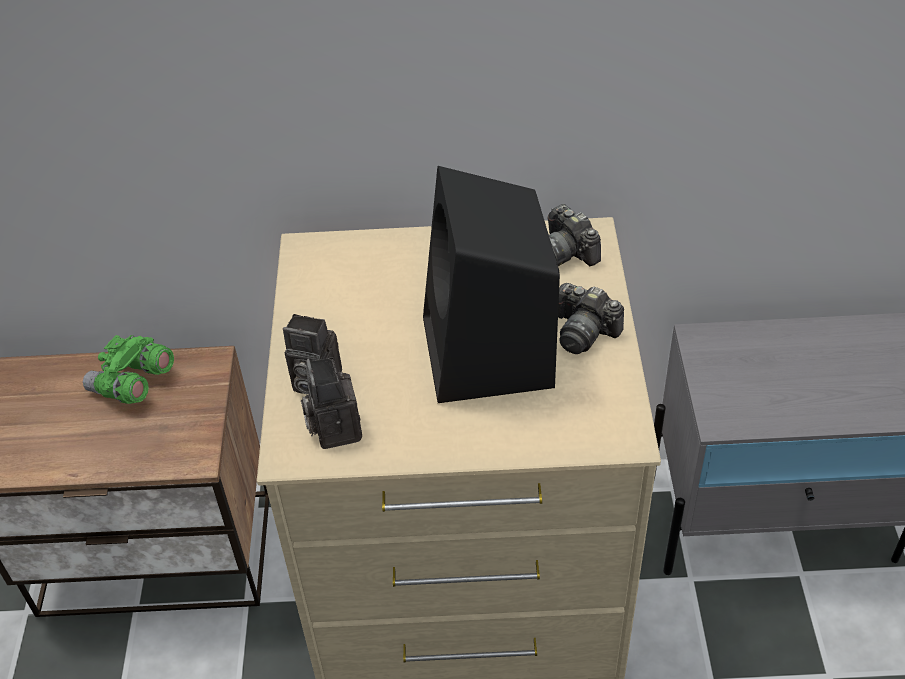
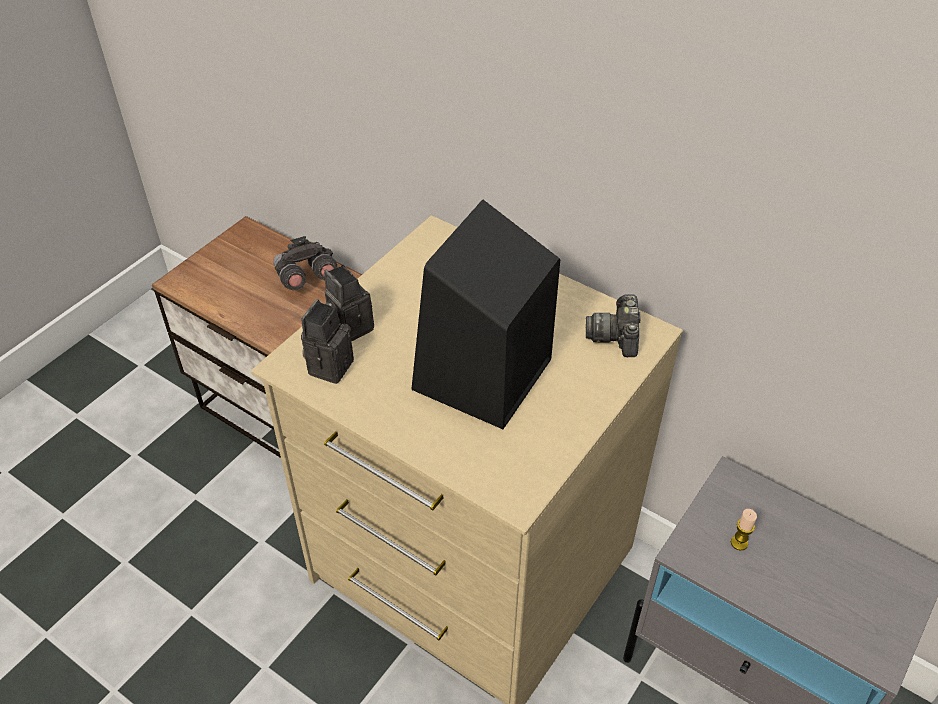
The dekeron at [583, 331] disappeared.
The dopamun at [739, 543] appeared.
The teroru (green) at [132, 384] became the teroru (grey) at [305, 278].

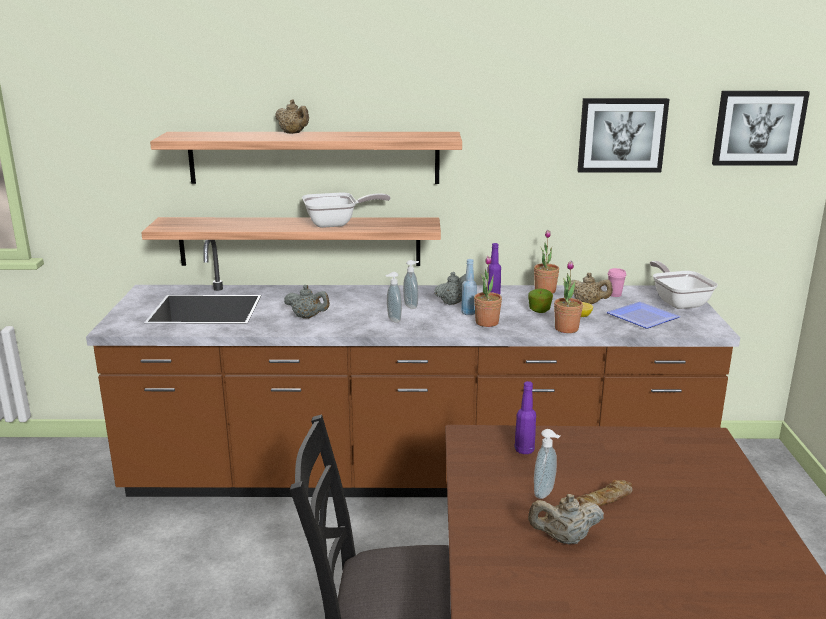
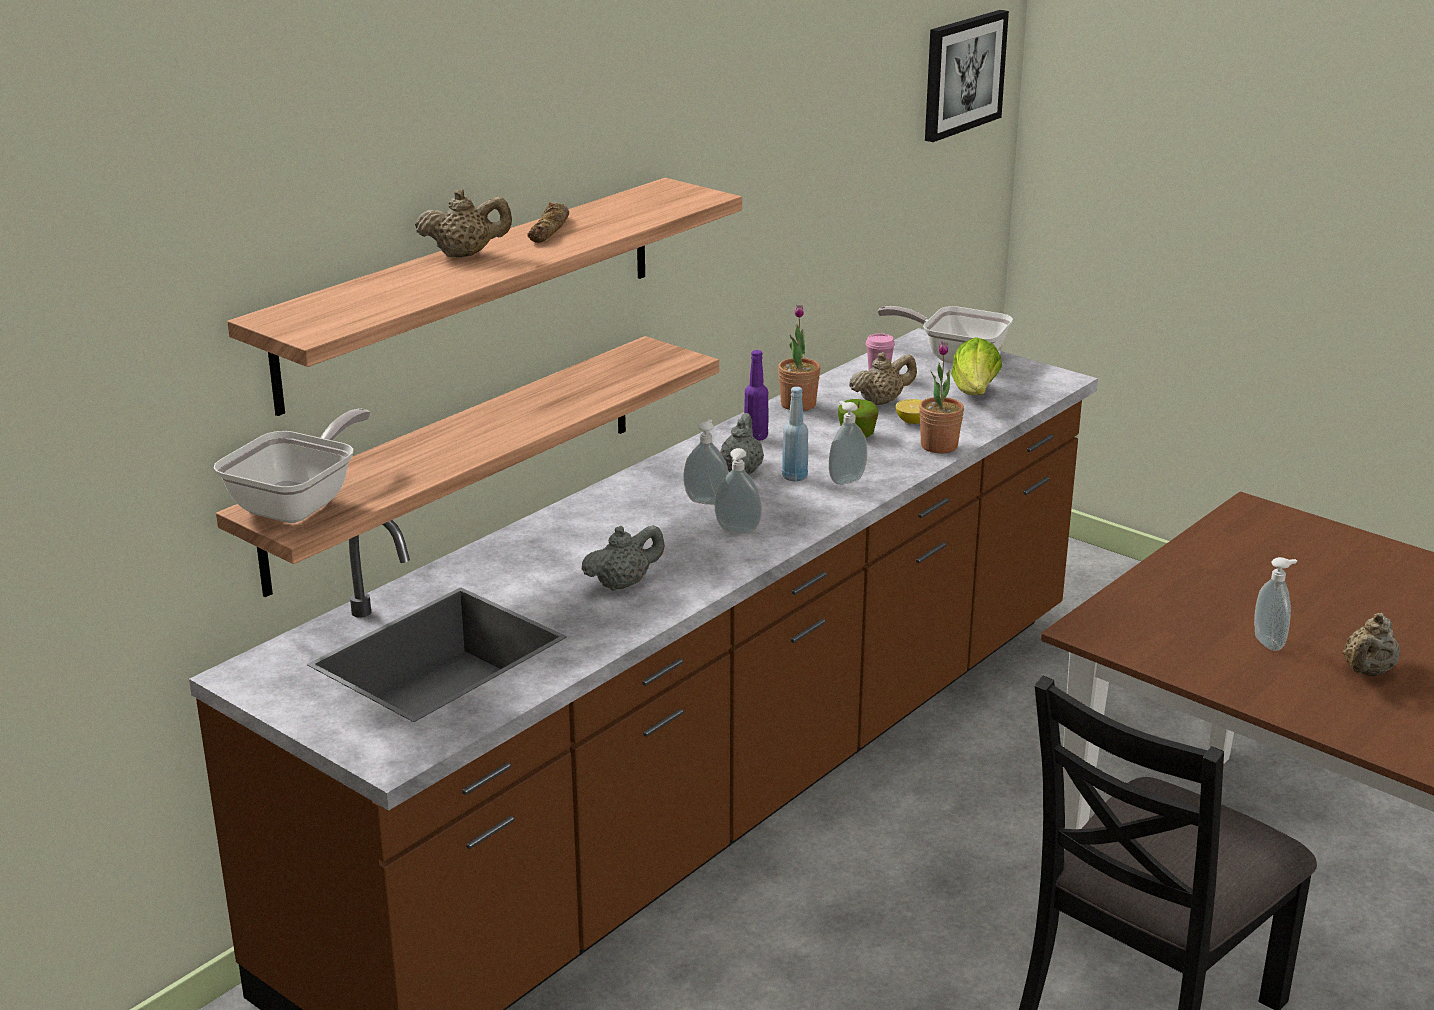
The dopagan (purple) at [524, 450] disappeared.
The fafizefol at [621, 135] disappeared.
The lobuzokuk moved from [336, 224] to [300, 503].
The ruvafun moved from [602, 501] to [550, 230].
The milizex at [487, 322] was replaced by the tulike at [845, 480].
The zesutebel at [645, 318] was replaced by the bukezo at [975, 394].

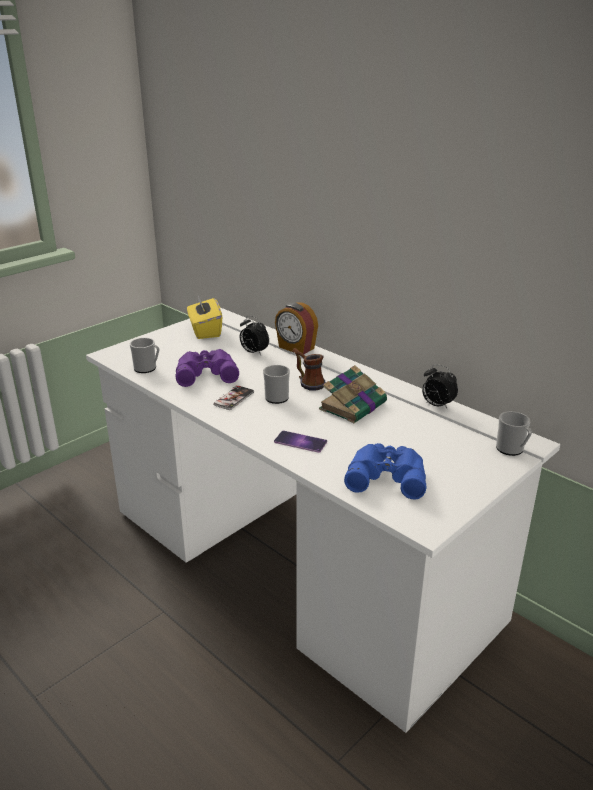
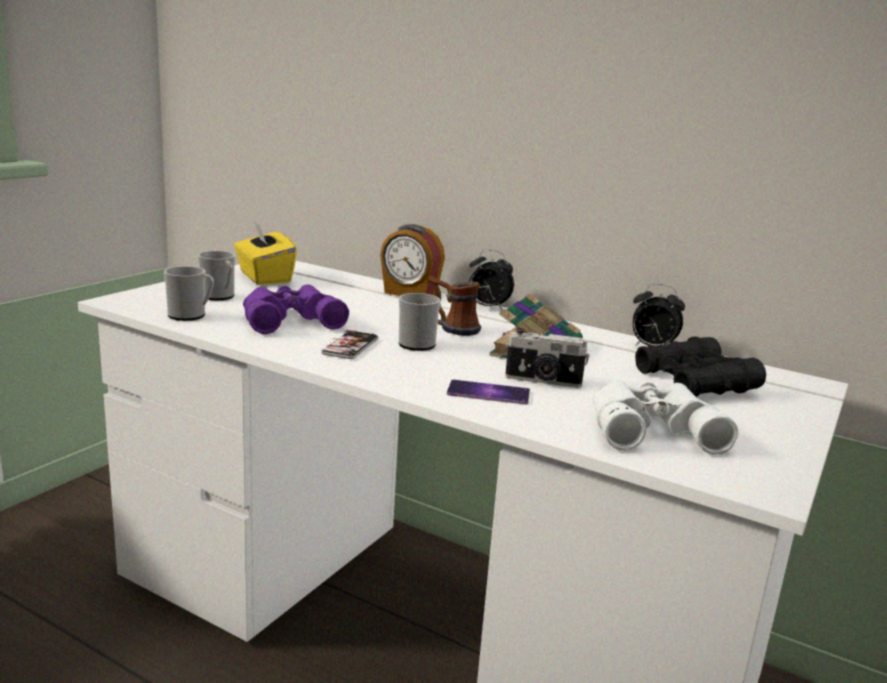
The dekeron at [543, 381] appeared.
The teroru (black) at [694, 382] appeared.
The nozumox moved from [253, 352] to [487, 308].
The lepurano moved from [512, 450] to [219, 296].
The teroru (blue) at [386, 475] became the teroru (white) at [650, 427].

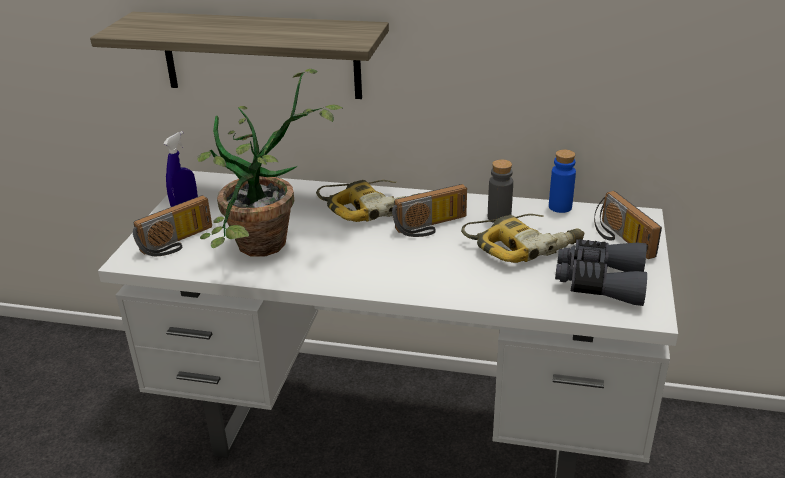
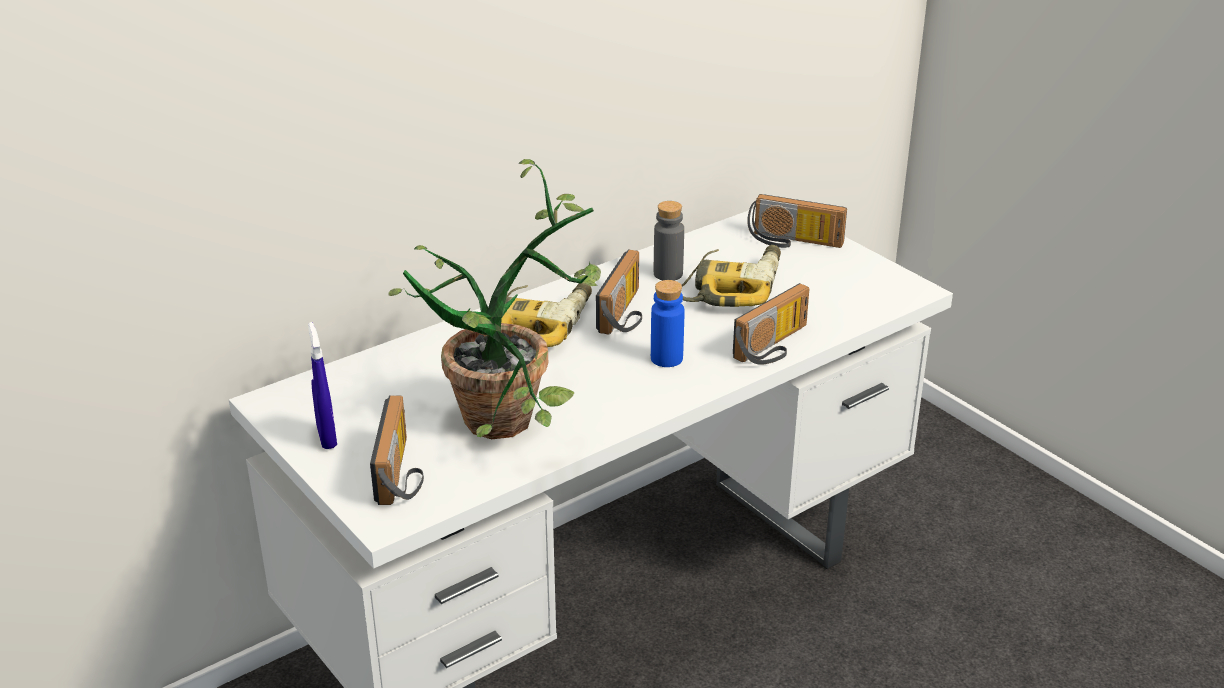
The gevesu at [260, 55] disappeared.
The teroru (grey) at [600, 282] disappeared.
The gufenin at [775, 347] appeared.
The dopagan (blue) moved from [560, 207] to [666, 358].

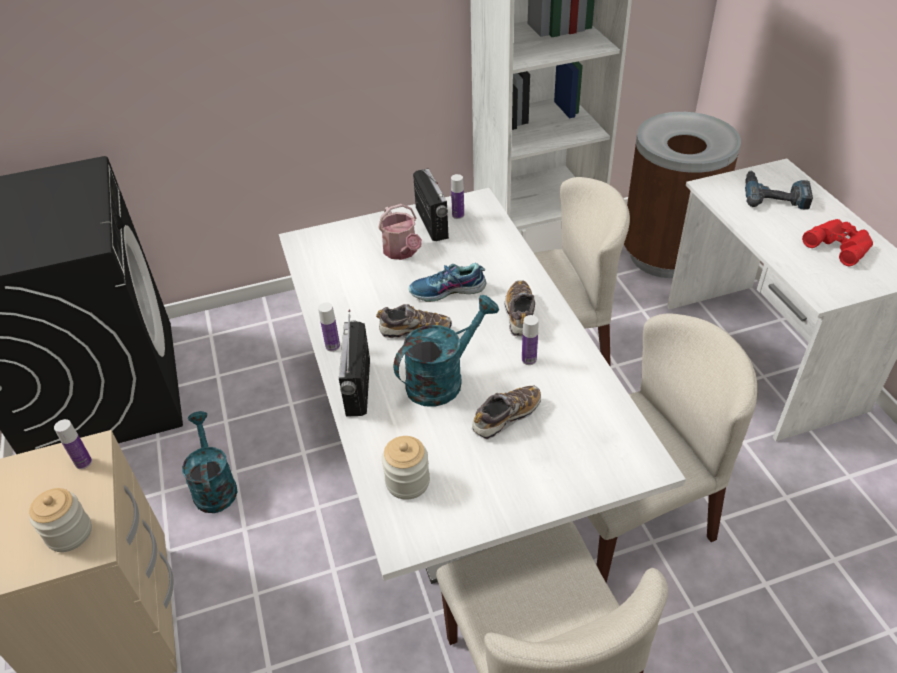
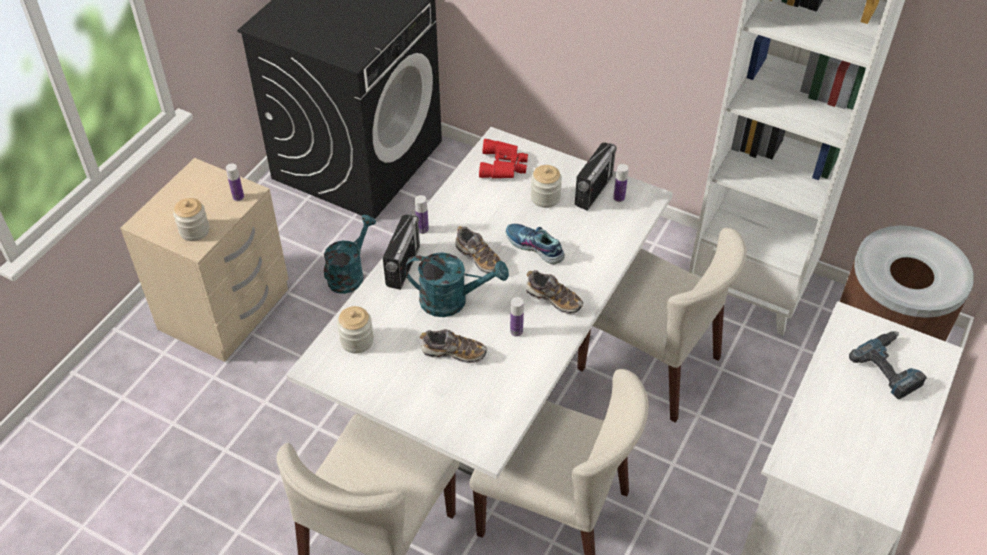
The teroru (red) moved from [839, 245] to [504, 165].
The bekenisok at [402, 252] was replaced by the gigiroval at [545, 197].
The gufenin at [358, 387] turned 150 degrees clockwise.
The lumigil at [519, 315] turned 75 degrees clockwise.

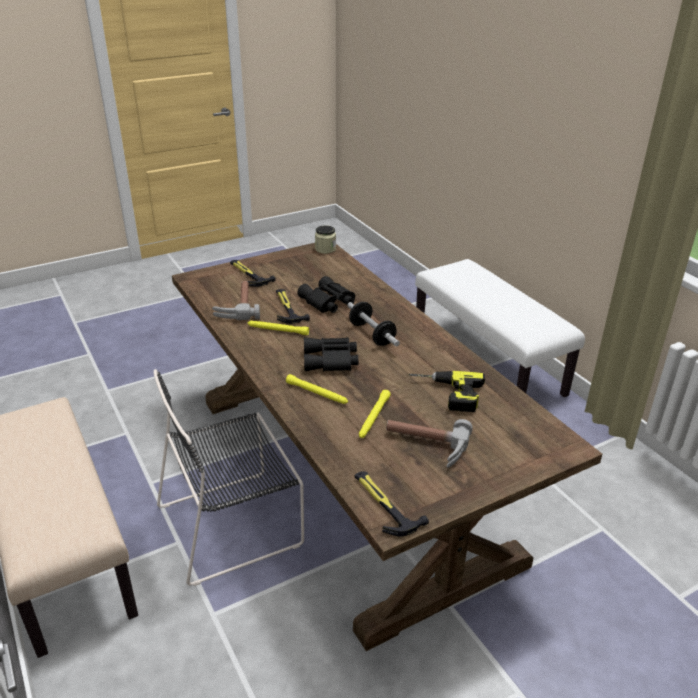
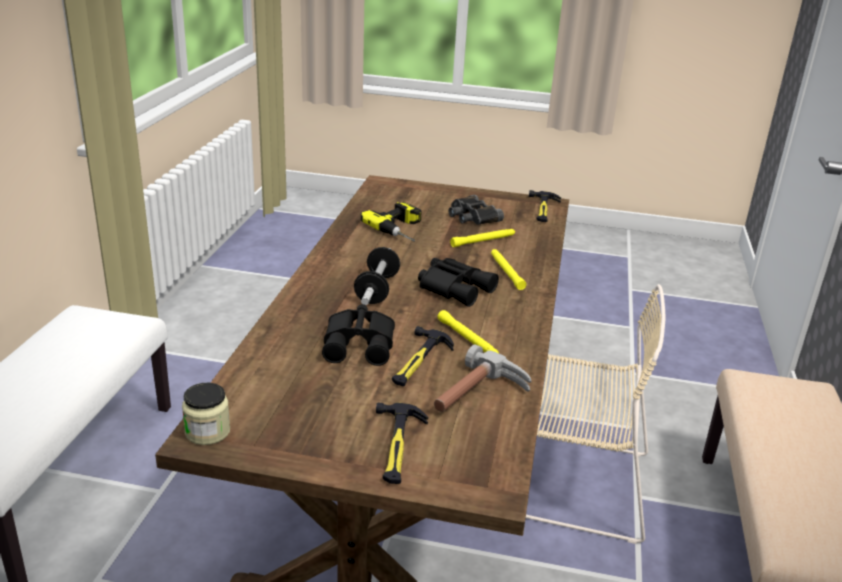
The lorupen at [425, 446] was replaced by the teroru (black) at [472, 216].
The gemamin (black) at [234, 523] became the gemamin (beige) at [568, 481].

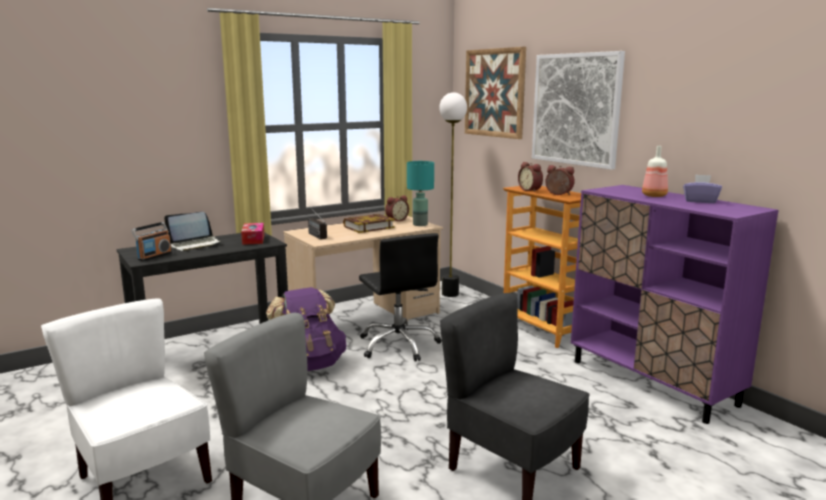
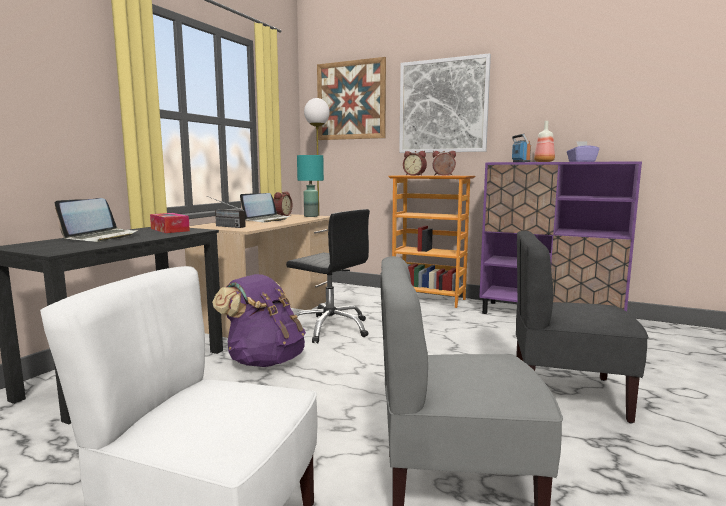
The gufenin moved from [154, 256] to [520, 162].
The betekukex at [368, 227] was replaced by the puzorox at [267, 220].

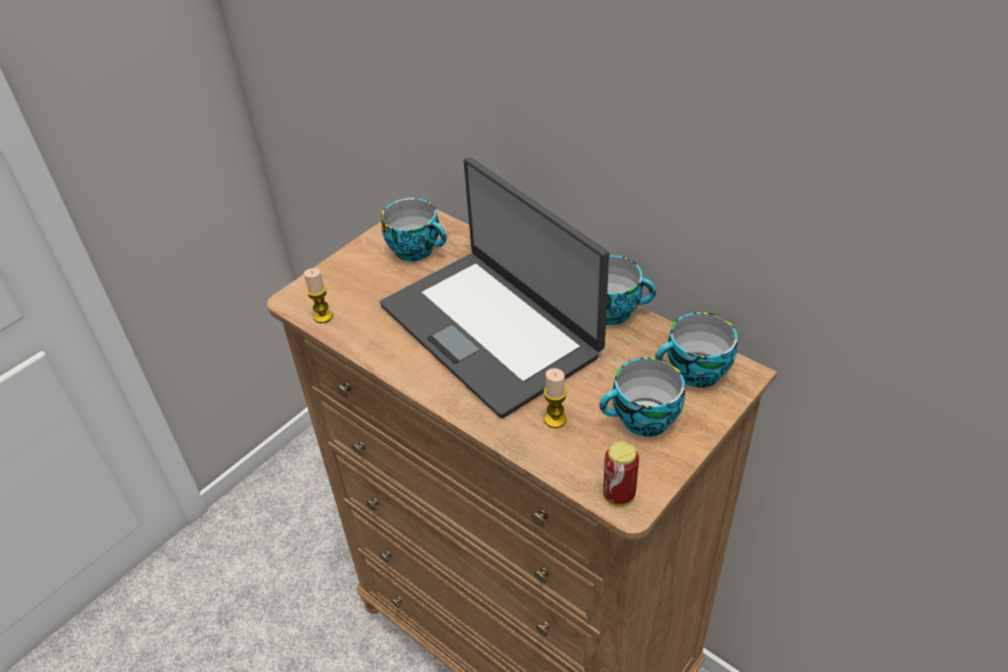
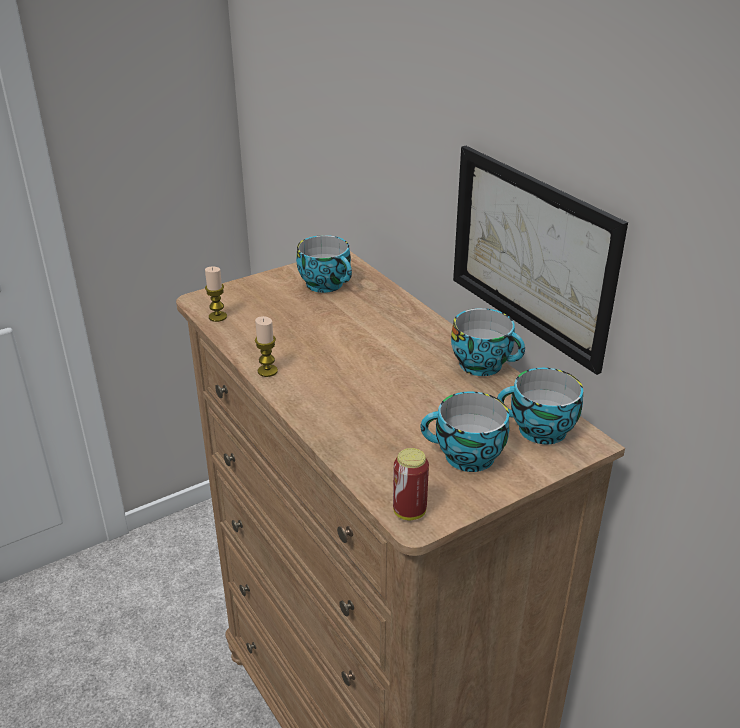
The puzorox at [491, 329] disappeared.
The fafizefol at [531, 254] appeared.
The dopamun moved from [555, 419] to [267, 371].

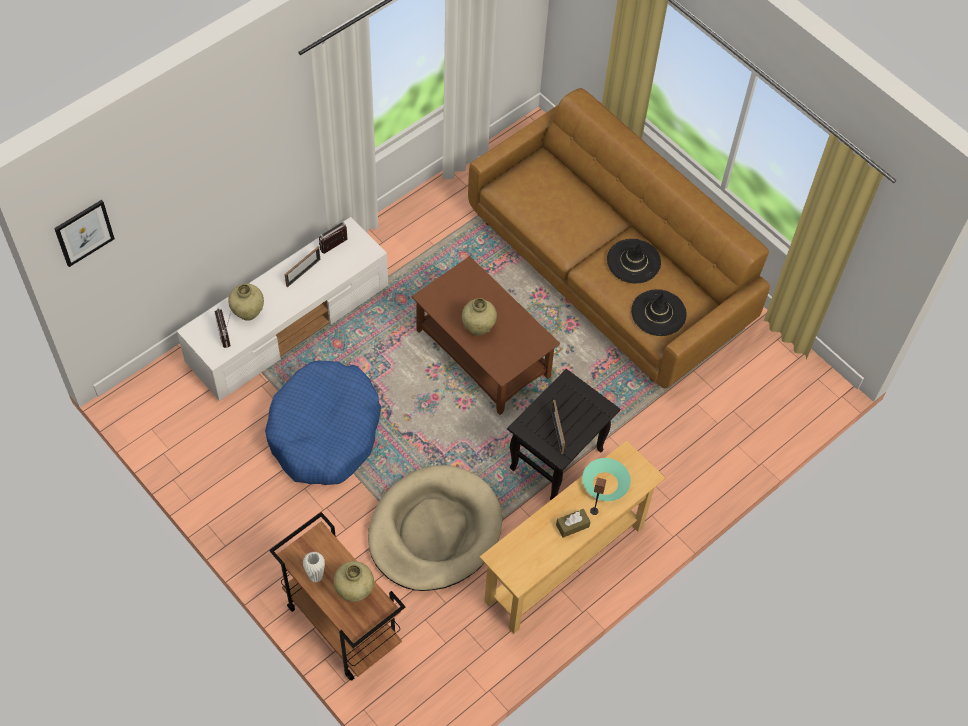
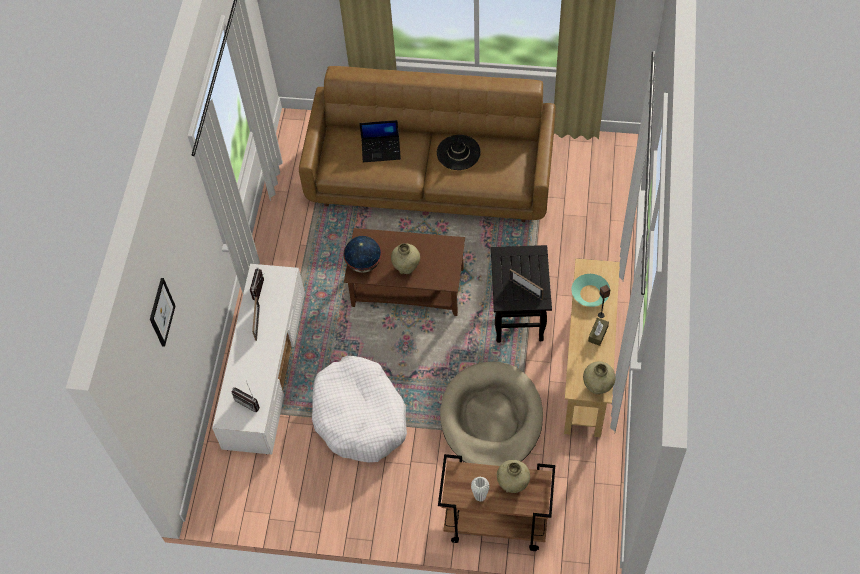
The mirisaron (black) at [658, 313] disappeared.
The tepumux at [363, 264] appeared.
The puzorox at [381, 149] appeared.
The fafizefol moved from [84, 232] to [161, 312].
The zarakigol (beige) moved from [248, 313] to [597, 386].
The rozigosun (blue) at [324, 431] became the rozigosun (white) at [360, 416].

